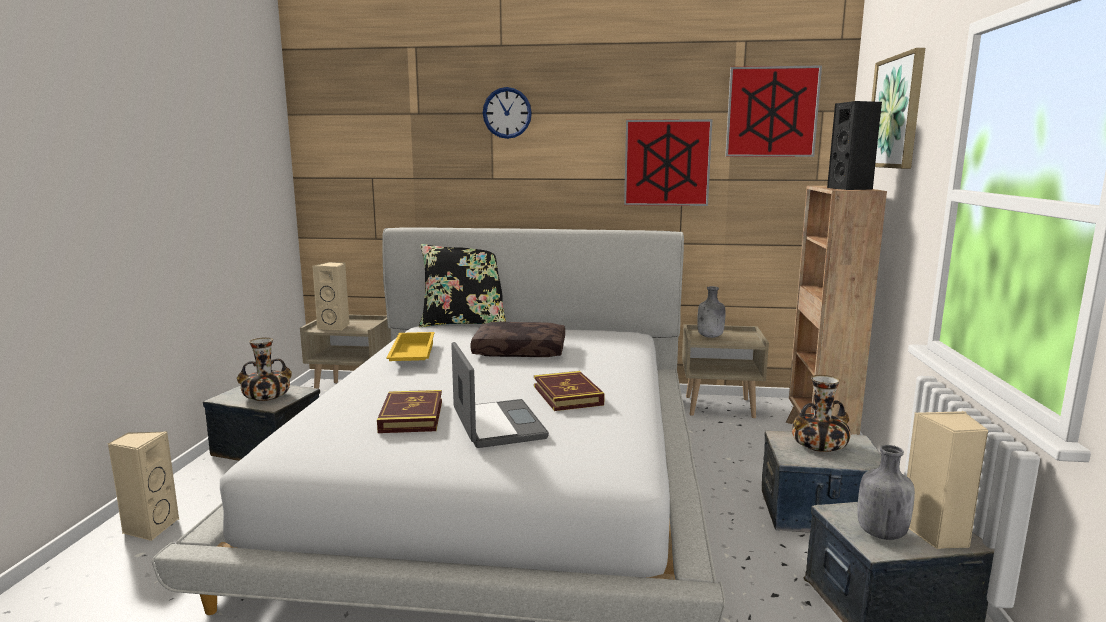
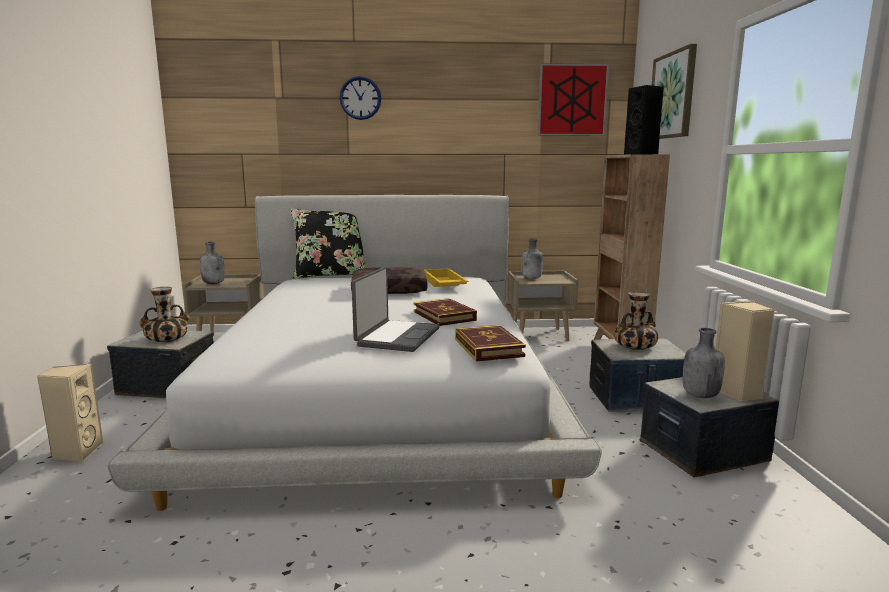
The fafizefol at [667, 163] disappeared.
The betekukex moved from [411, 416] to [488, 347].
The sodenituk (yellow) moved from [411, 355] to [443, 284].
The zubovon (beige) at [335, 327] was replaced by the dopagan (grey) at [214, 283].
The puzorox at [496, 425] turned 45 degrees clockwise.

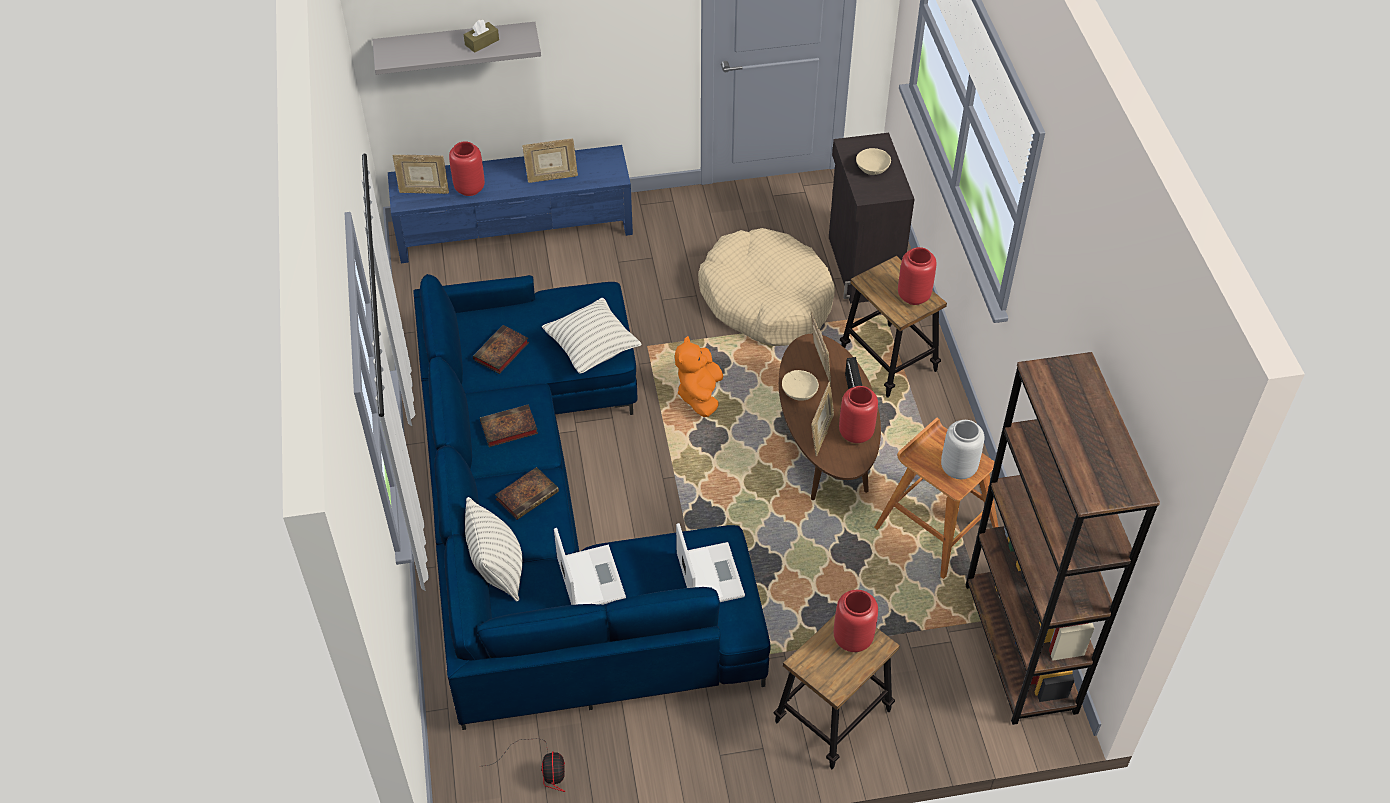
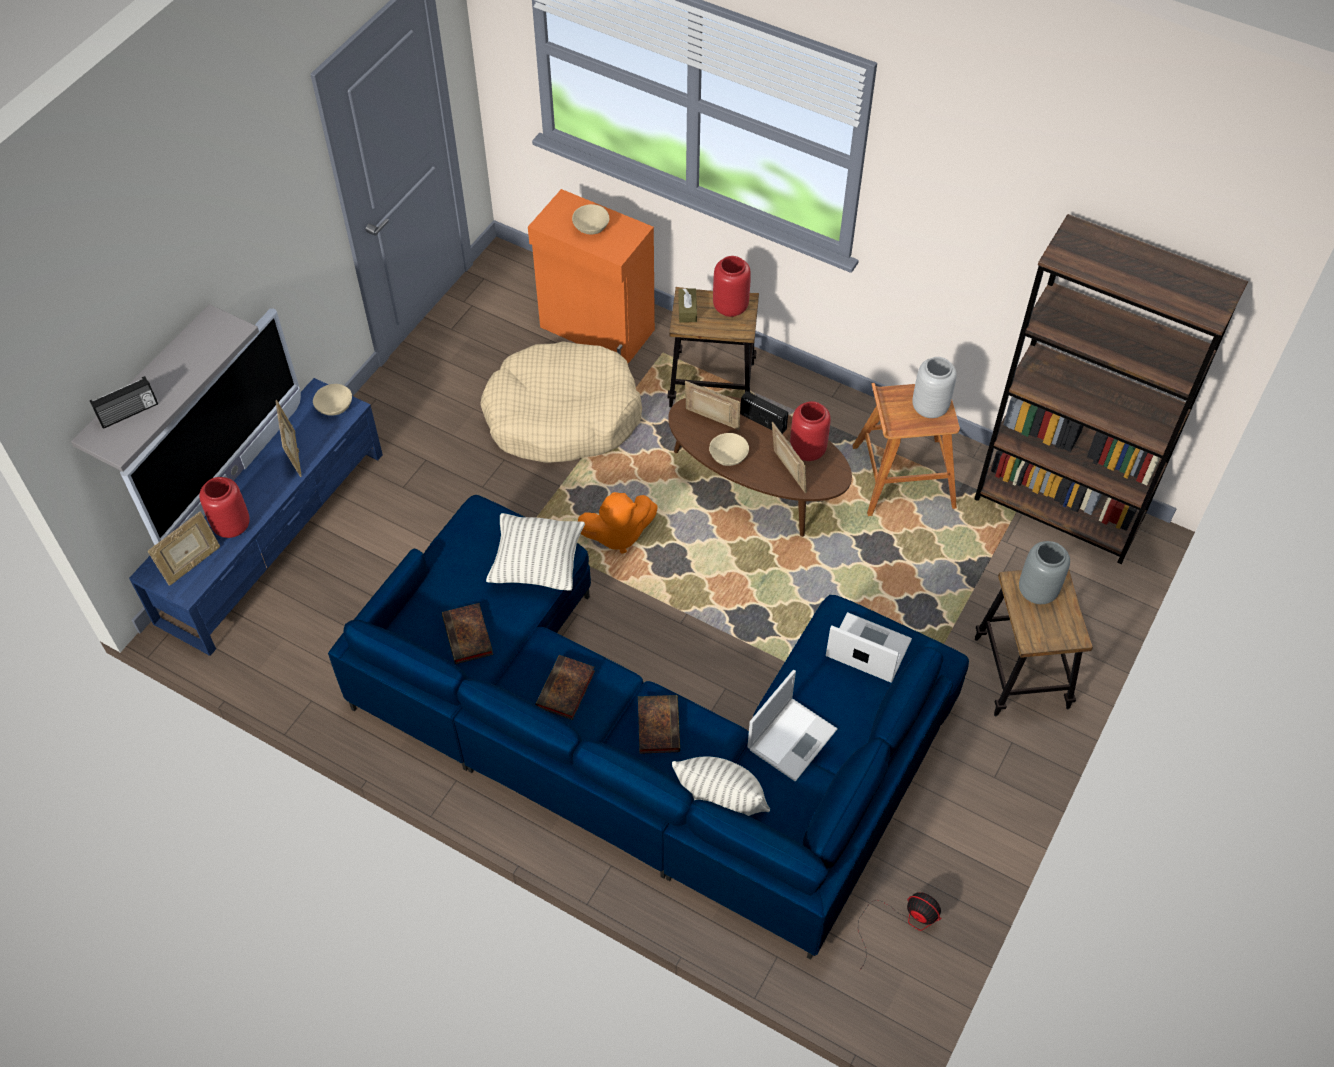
The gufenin at [129, 413] appeared.
The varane at [234, 477] appeared.
The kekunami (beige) at [335, 407] appeared.
The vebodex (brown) moved from [482, 42] to [687, 310].
The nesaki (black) at [862, 267] became the nesaki (orange) at [597, 330].
The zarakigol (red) at [852, 638] became the zarakigol (grey) at [1036, 591].
The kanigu at [552, 178] turned 45 degrees counterclockwise.
The puzorox at [590, 577] turned 105 degrees clockwise.
The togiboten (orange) at [700, 395] turned 60 degrees counterclockwise.

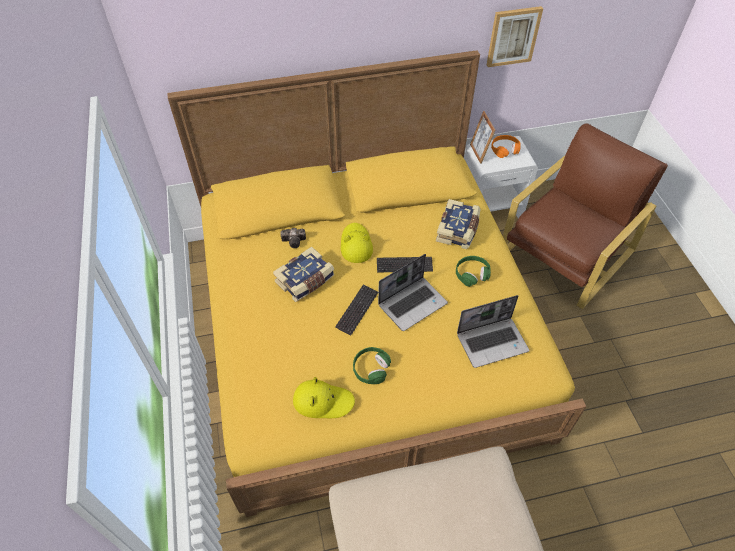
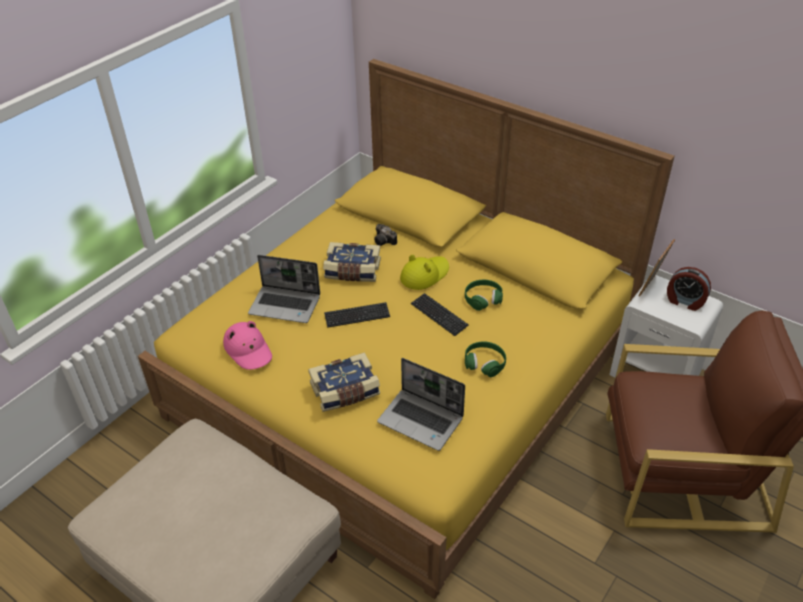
The fafizefol at [513, 36] disappeared.
The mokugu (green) moved from [371, 368] to [483, 298].
The puzorox moved from [412, 303] to [286, 305].
The betekukex moved from [458, 230] to [345, 391].
The mokugu (orange) at [504, 149] was replaced by the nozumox at [684, 301].
The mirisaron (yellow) at [323, 401] became the mirisaron (pink) at [248, 350].

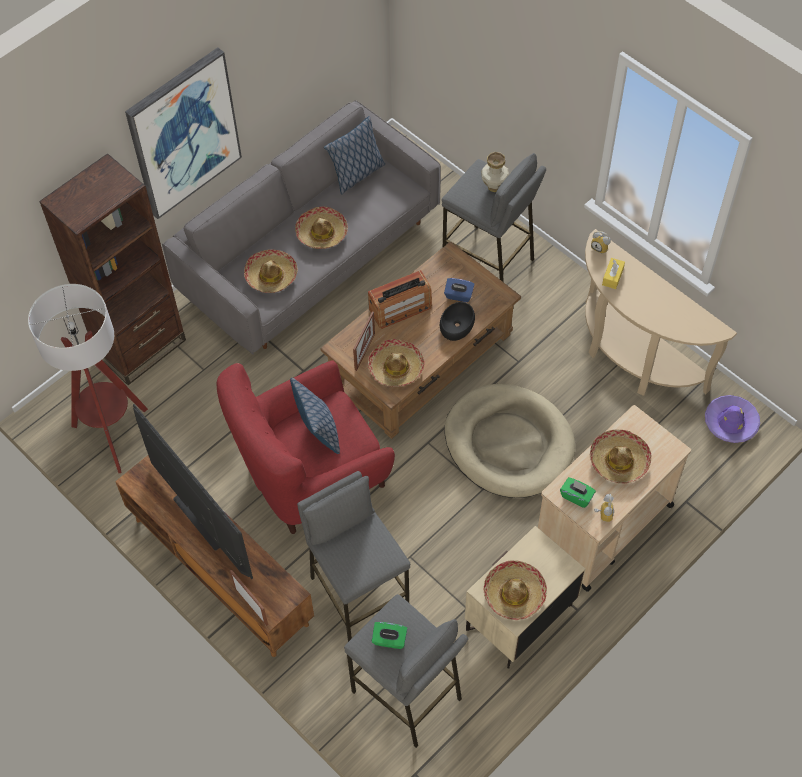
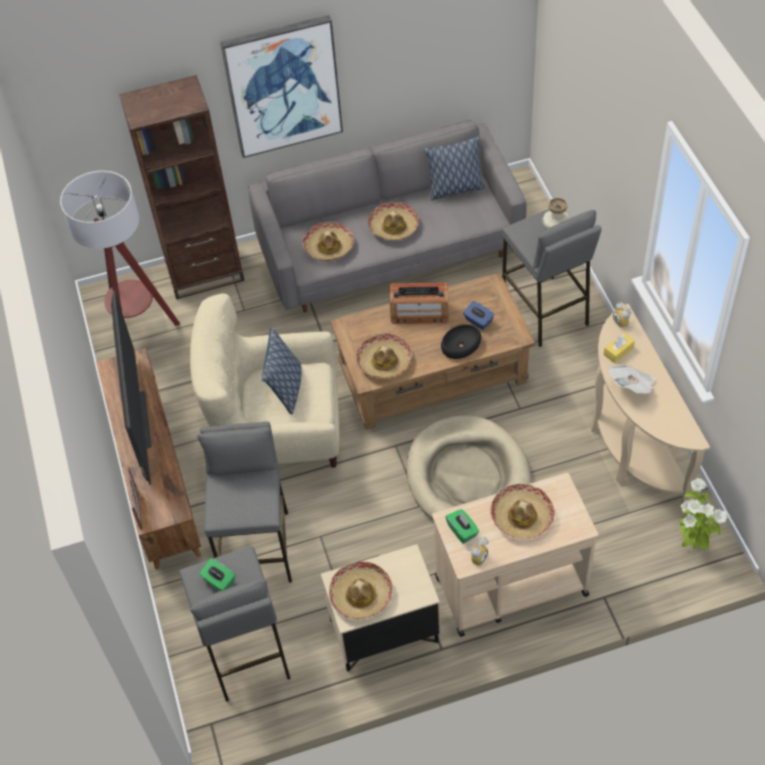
The kanigu at [364, 351] disappeared.
The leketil at [632, 386] appeared.
The mirisaron (purple) at [730, 422] was replaced by the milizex at [692, 543].
The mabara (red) at [311, 476] became the mabara (beige) at [278, 433].

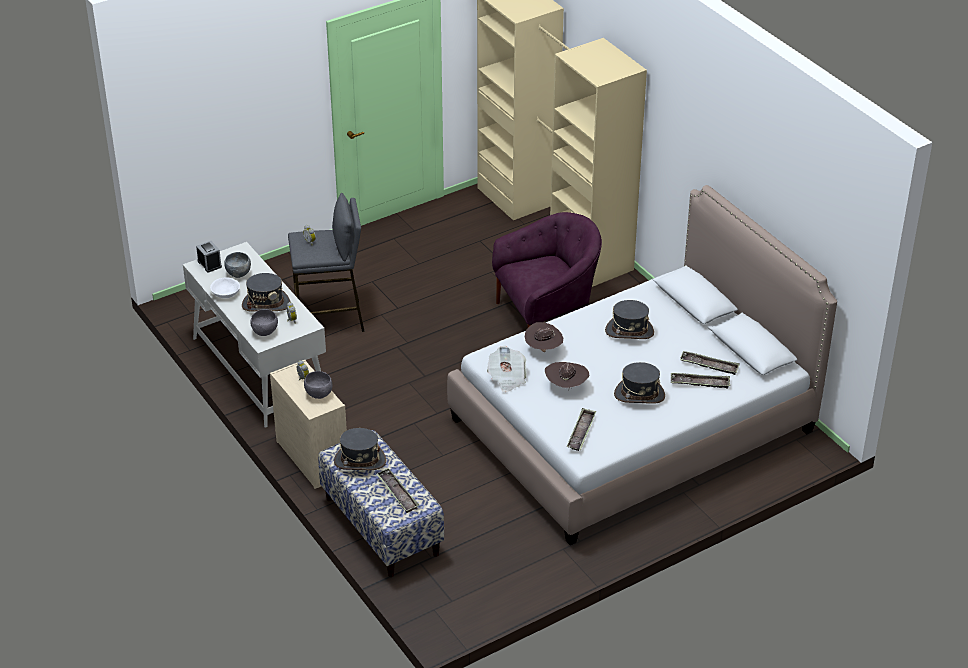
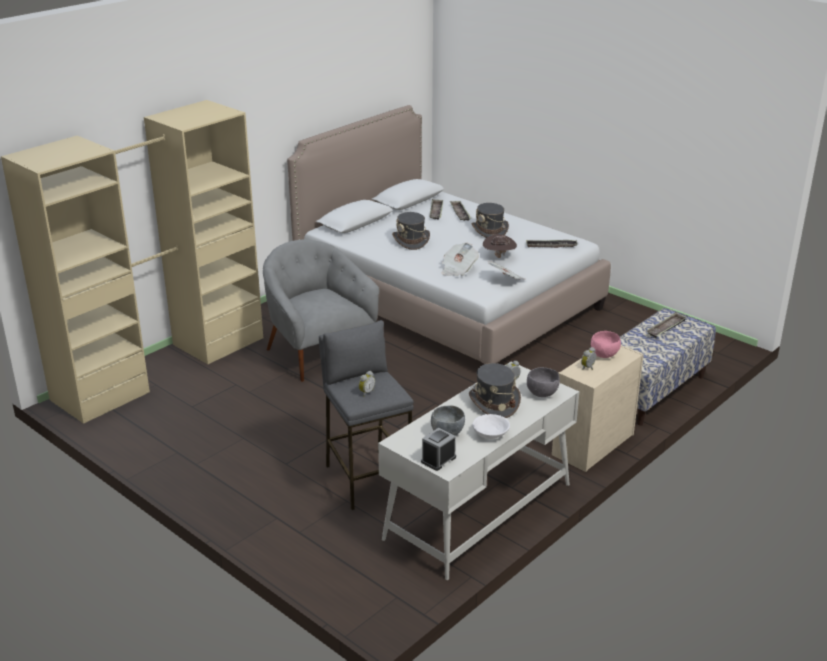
The mirisaron (grey) at [360, 461] disappeared.
The mirisaron (brown) at [543, 349] was replaced by the leketil at [458, 269].
The kekunami (grey) at [318, 394] became the kekunami (pink) at [604, 355].
The mabara (purple) at [547, 318] became the mabara (grey) at [318, 352].

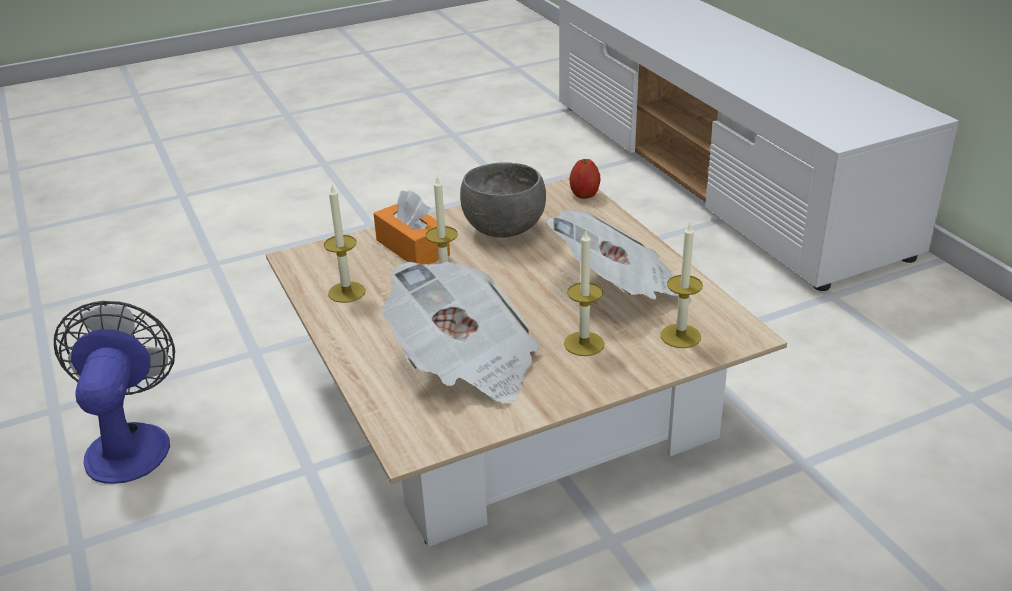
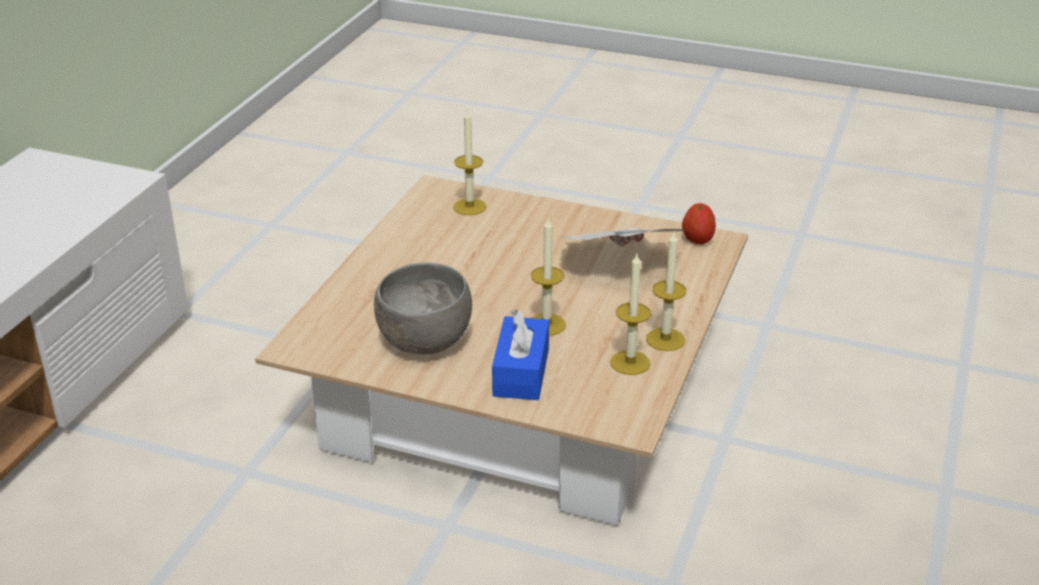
The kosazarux at [130, 442] disappeared.
The leketil at [619, 288] disappeared.
The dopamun moved from [584, 344] to [665, 339].
The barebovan moved from [584, 195] to [697, 240].
The vebodex (orange) at [412, 248] became the vebodex (blue) at [521, 372].

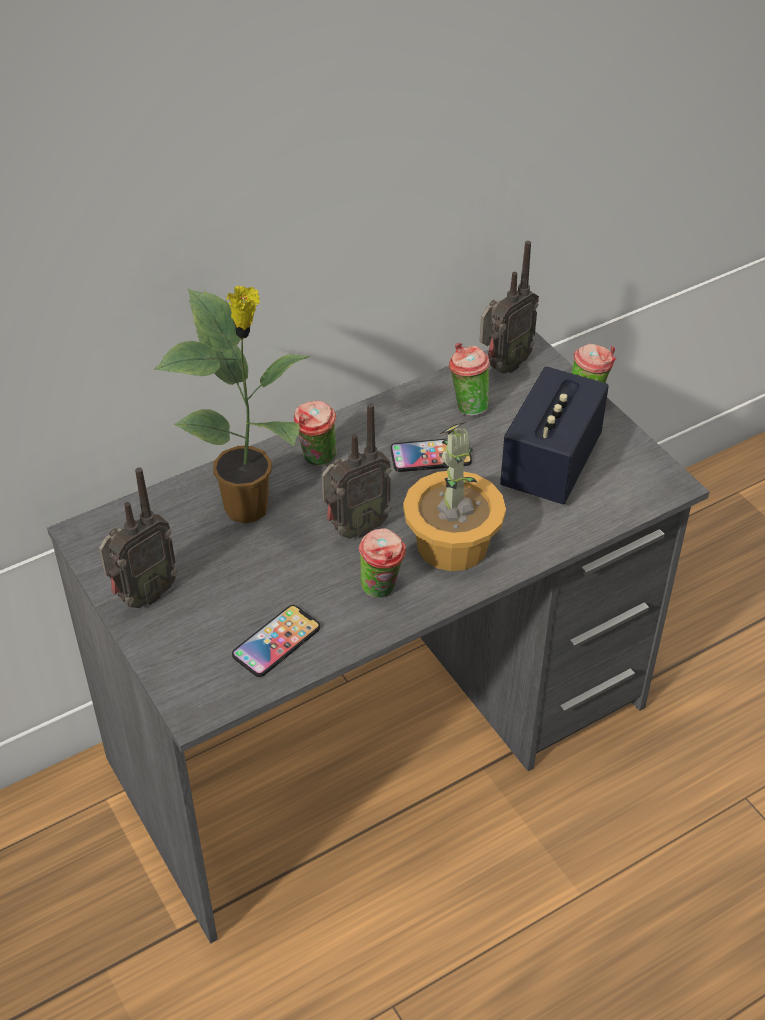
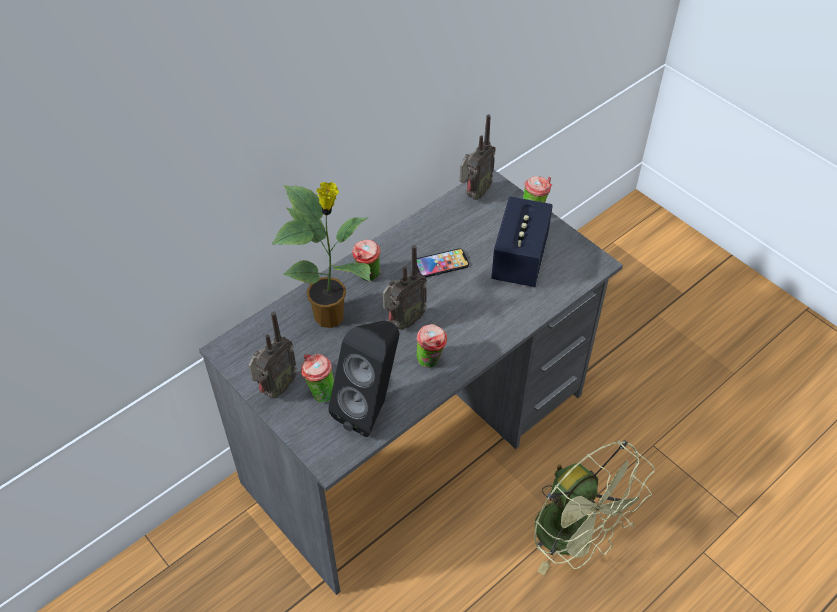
The milizex at [453, 545] disappeared.
The kosazarux (green) at [575, 537] appeared.
The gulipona moved from [467, 407] to [320, 393].
The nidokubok at [276, 642] was replaced by the zubovon (black) at [371, 407].

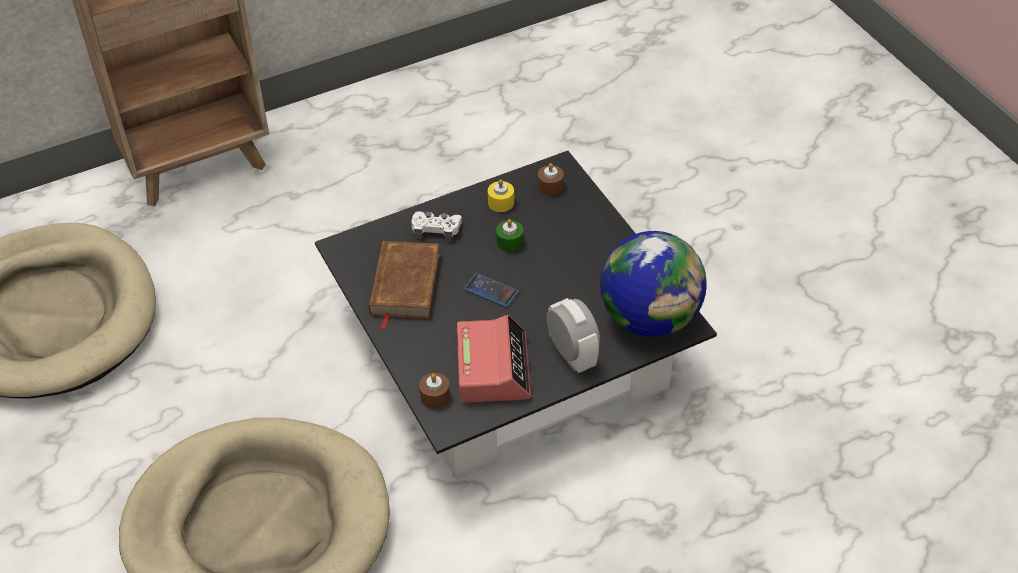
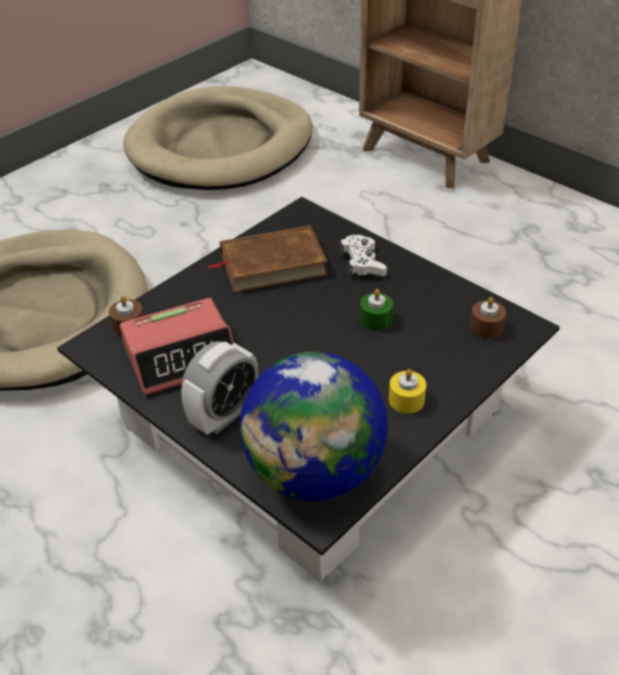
The nidokubok at [491, 291] disappeared.
The dopamun (yellow) moved from [501, 202] to [406, 400].

